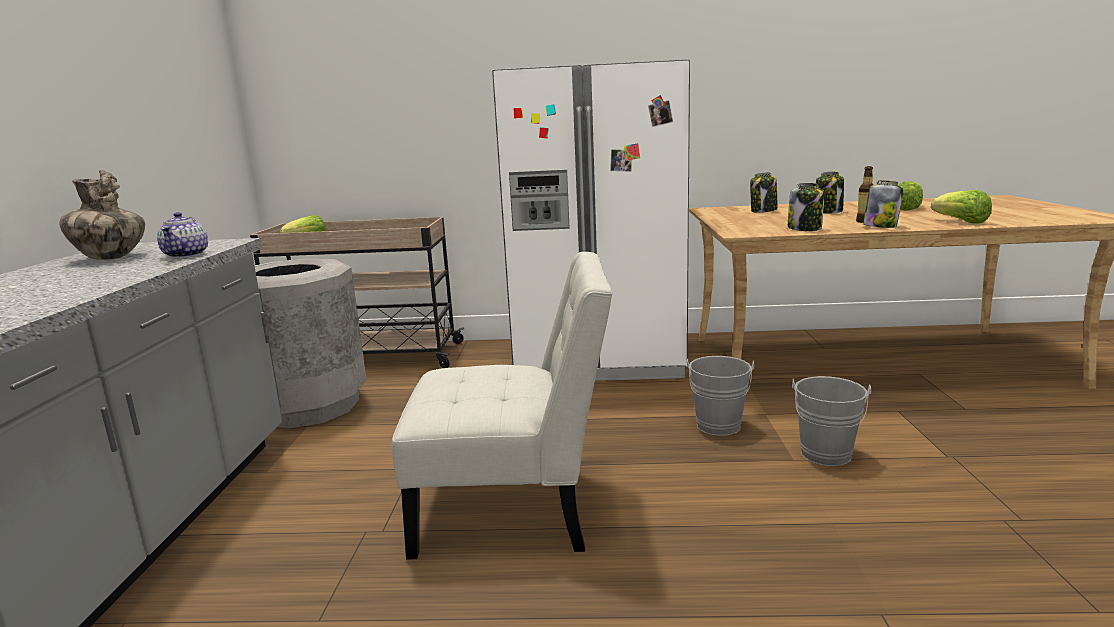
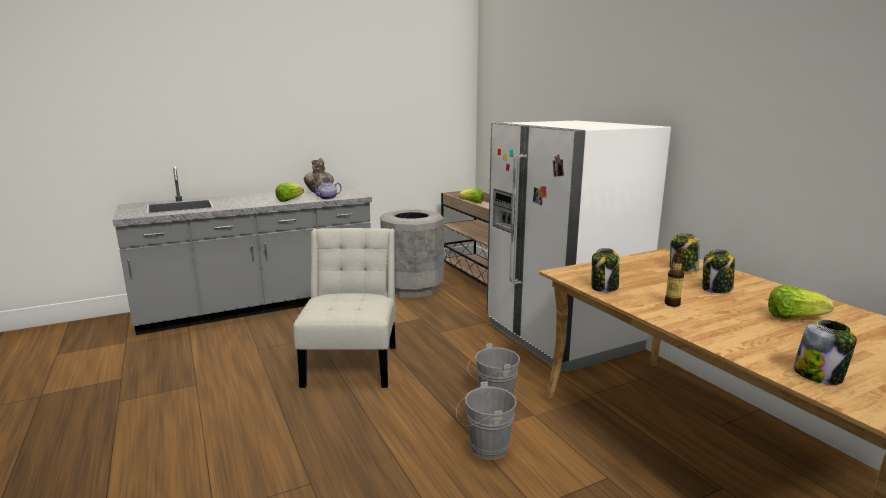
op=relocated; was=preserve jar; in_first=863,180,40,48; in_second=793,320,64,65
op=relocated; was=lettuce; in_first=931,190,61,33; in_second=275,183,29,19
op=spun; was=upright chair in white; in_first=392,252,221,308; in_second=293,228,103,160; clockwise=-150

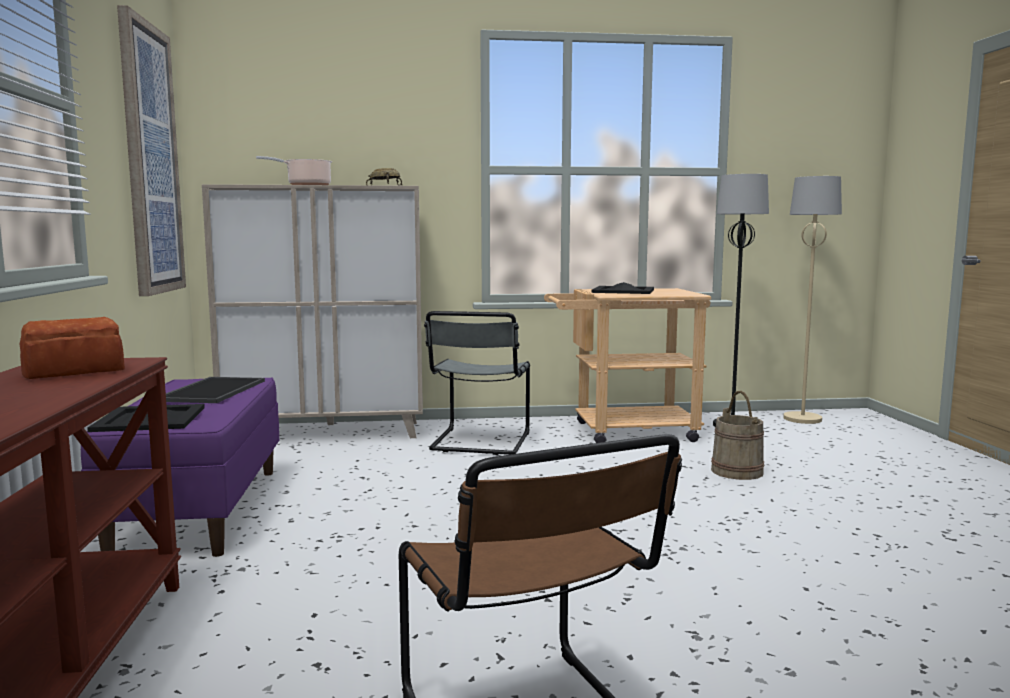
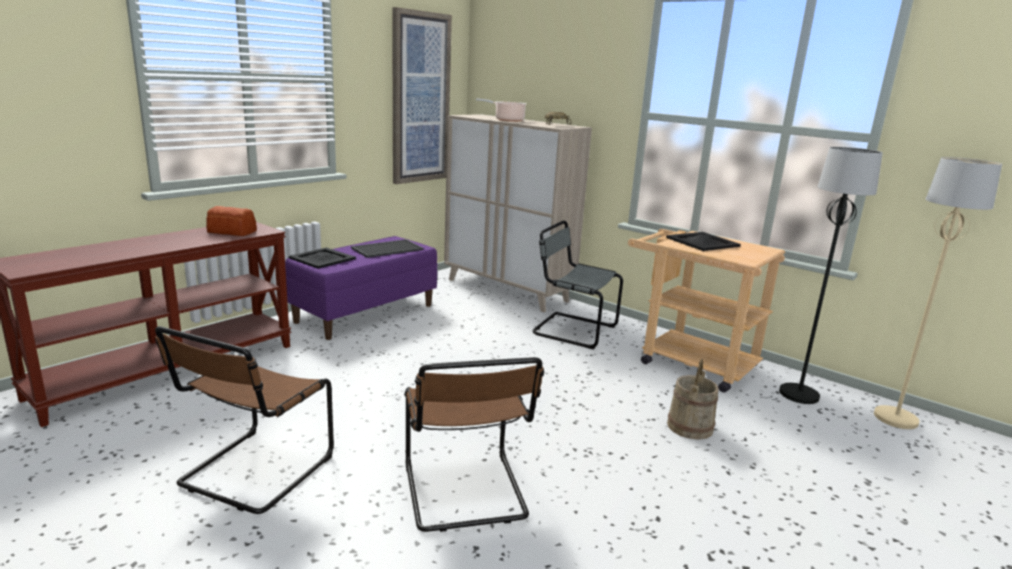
op=spun; was=upright chair in greyish; in_first=424,311,106,144; in_second=533,221,90,128; clockwise=60
op=appeared; now=upright chair in brown; in_second=404,357,140,175

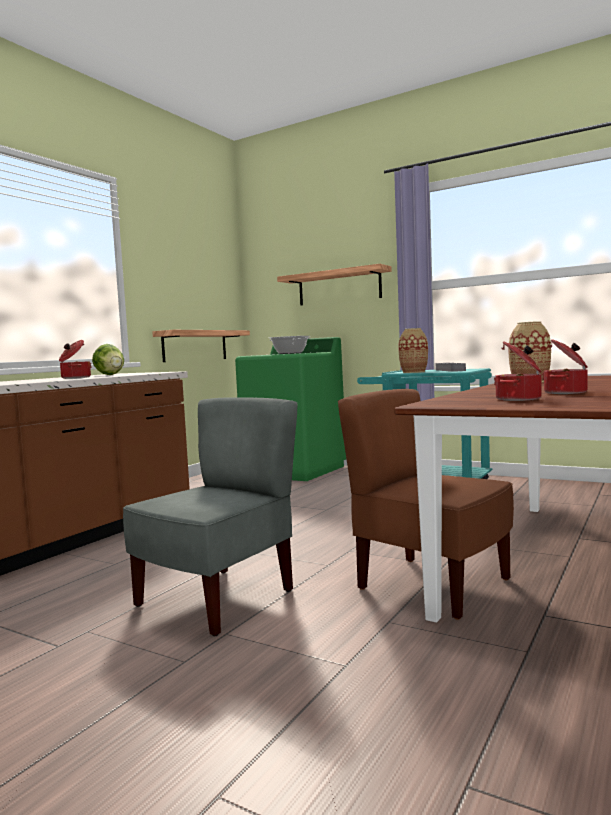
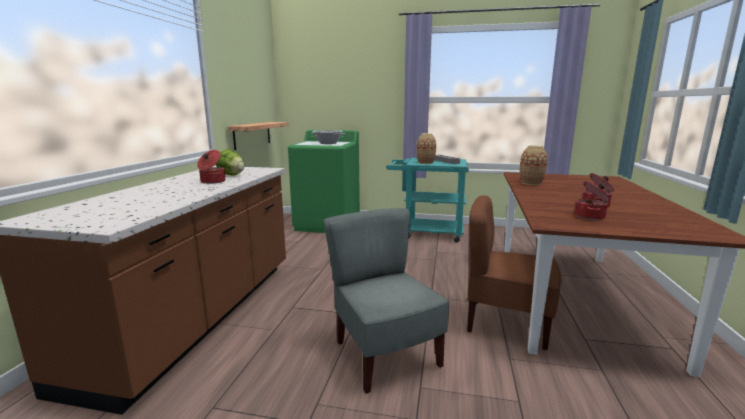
op=missing; was=shelf; in_first=277,264,115,41
op=spun; was=upright chair in greyish; in_first=123,397,175,239; in_second=324,208,125,186; clockwise=-45

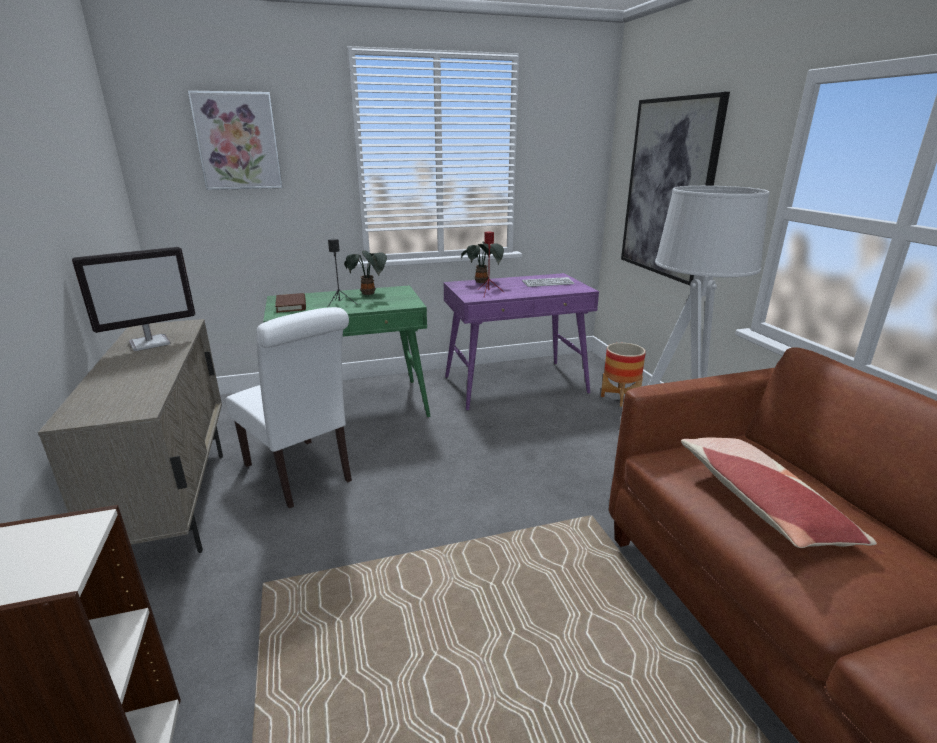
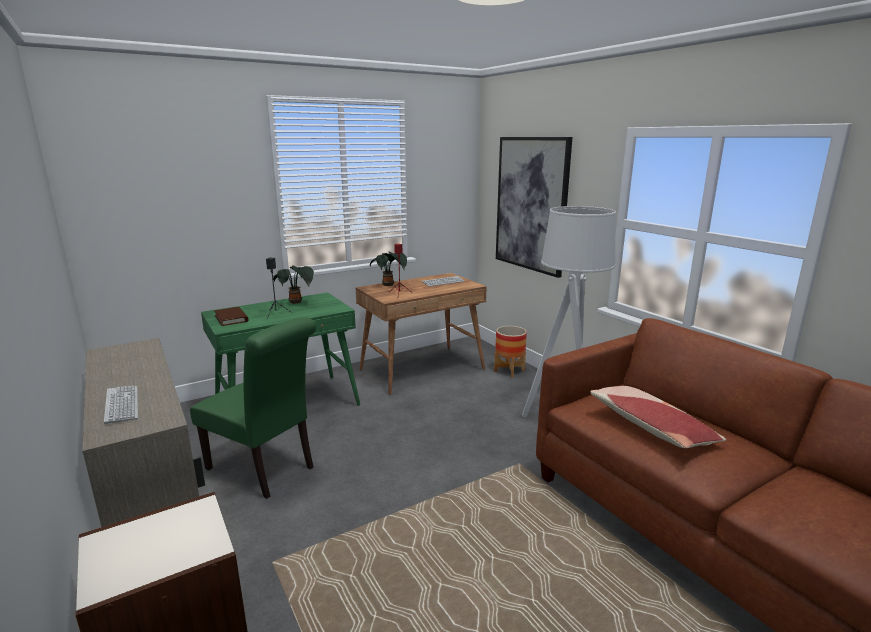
op=missing; was=picture; in_first=188,90,95,100
op=missing; was=monitor; in_first=72,247,123,104
op=colour; was=desk in purple; now=desk in brown; in_first=443,273,156,138; in_second=355,273,132,123
op=colour; was=upright chair in white; now=upright chair in green; in_first=226,307,126,202; in_second=190,317,126,182
op=appeared; now=computer keyboard; in_second=104,386,34,38

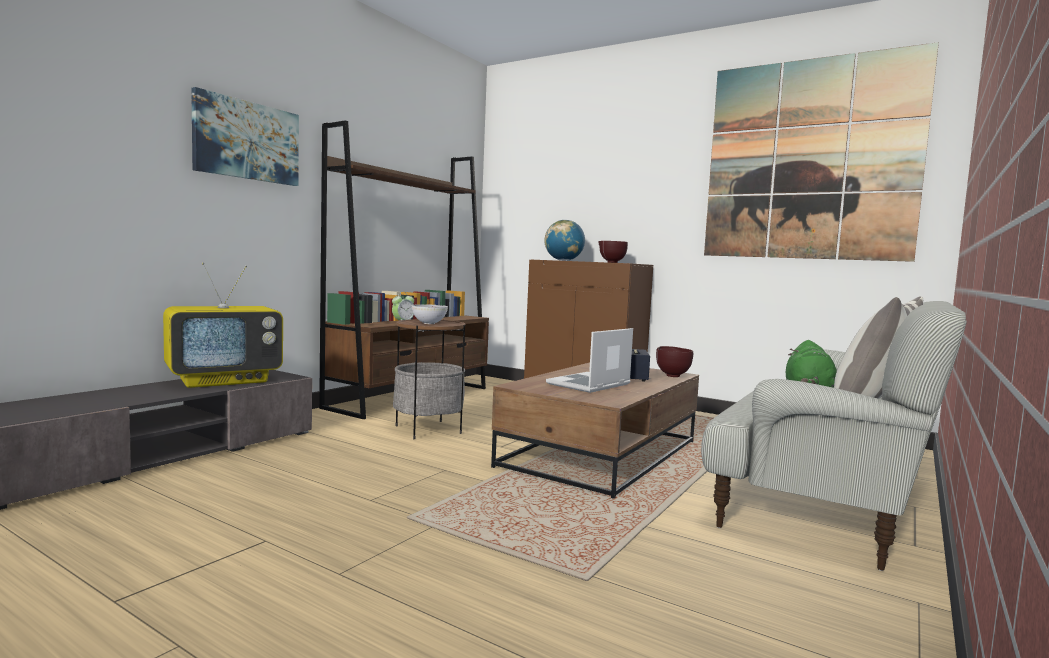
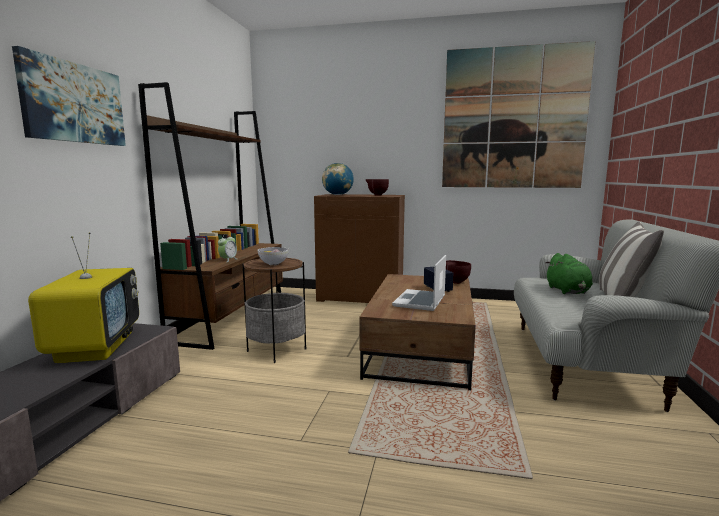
op=spun; was=television; in_first=163,263,120,125; in_second=28,232,111,131; clockwise=-45

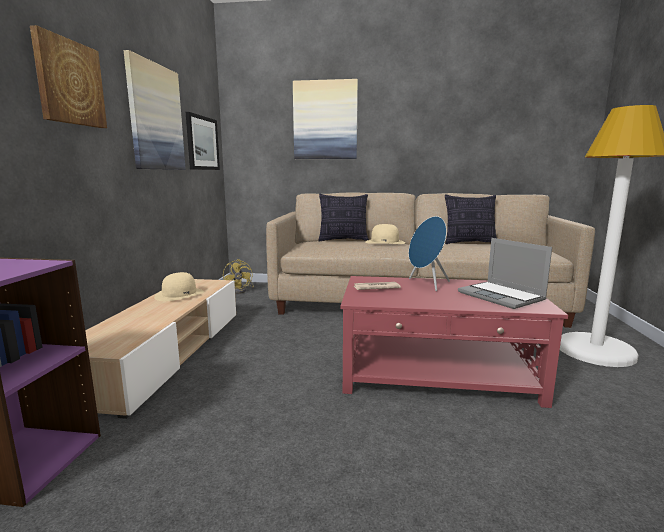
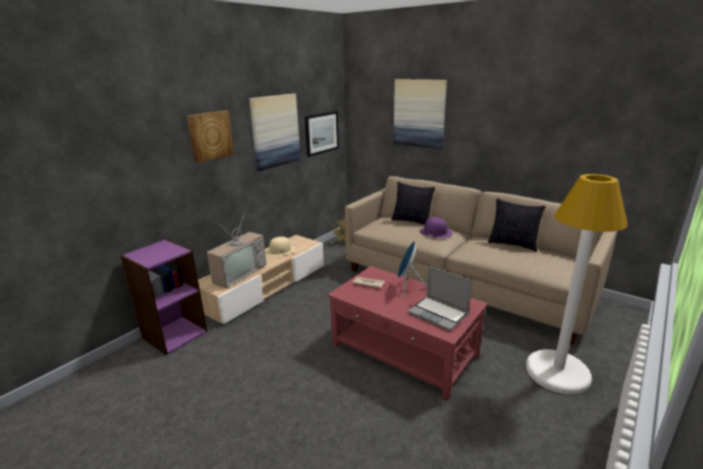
op=colour; was=wearable hat in beige; now=wearable hat in purple; in_first=365,224,40,20; in_second=419,217,33,21
op=spun; was=notebook computer; in_first=458,238,94,71; in_second=407,266,65,65; clockwise=-45
op=appeared; now=television; in_second=207,210,60,78

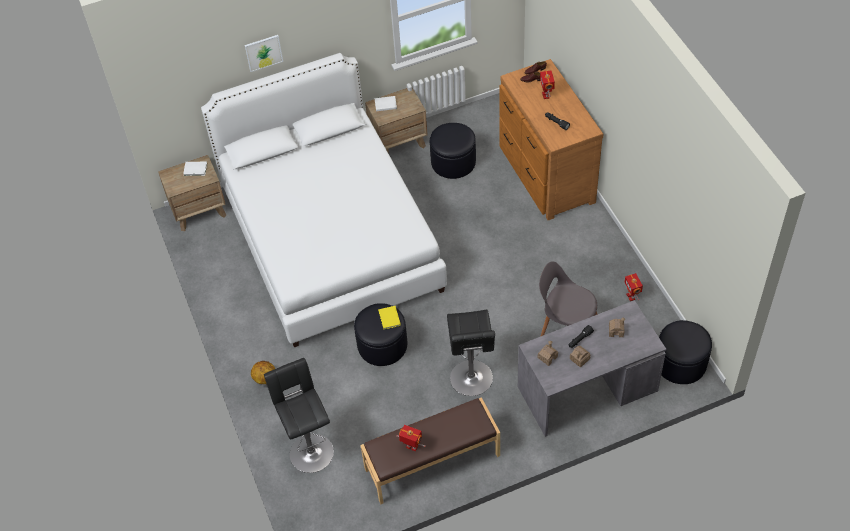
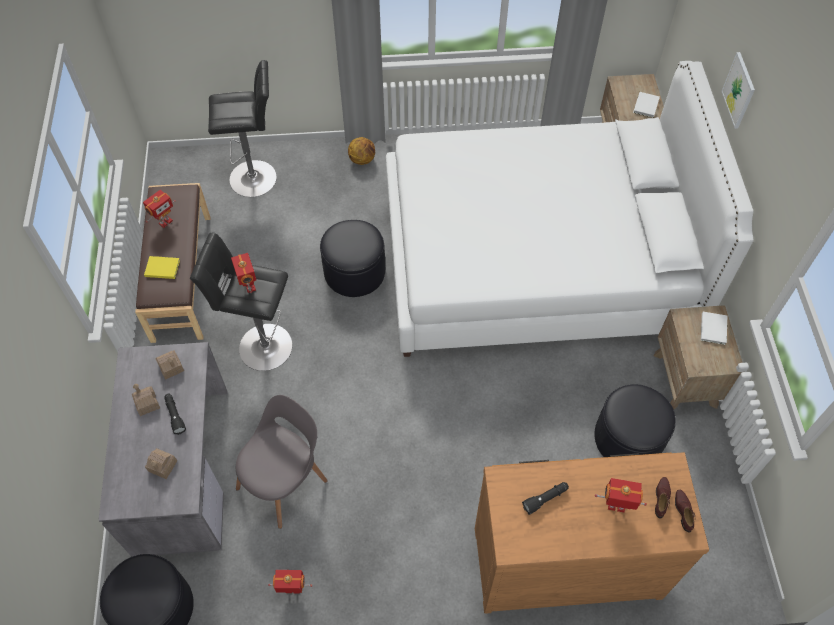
op=relocated; was=book in yellow-coloured; in_first=378,306,23,24; in_second=144,256,36,23
op=appeared; now=model robot; in_second=231,253,25,40

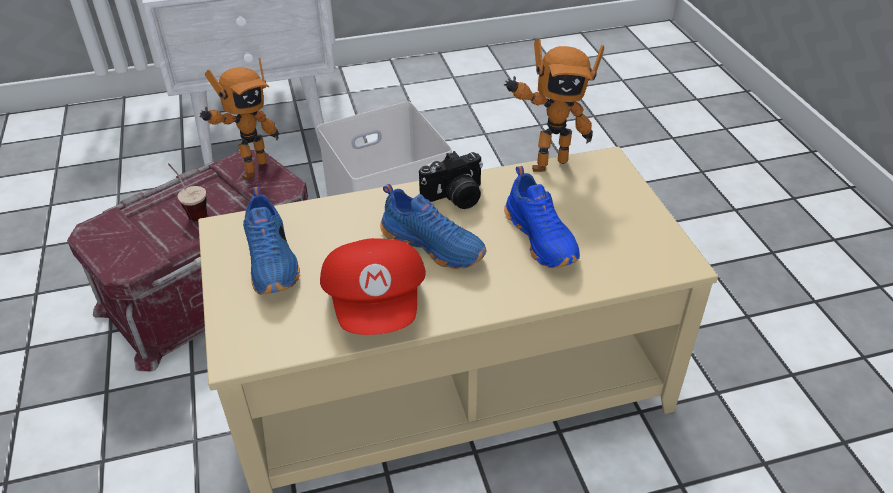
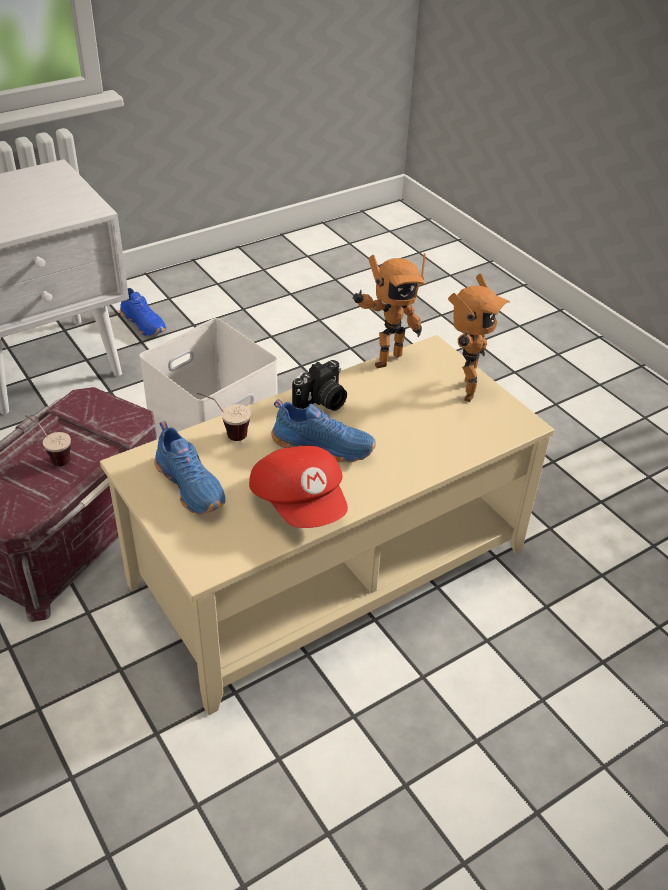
op=relocated; was=model robot; in_first=199,58,80,122; in_second=448,273,62,129
op=relocated; was=shoe in bluish; in_first=504,166,76,102; in_second=120,288,46,48
op=appeared; now=small cup; in_second=197,392,54,49

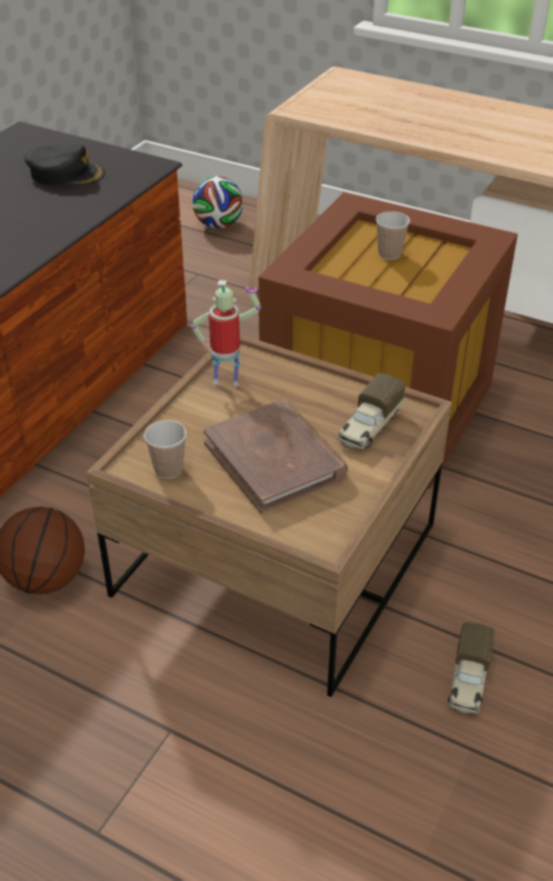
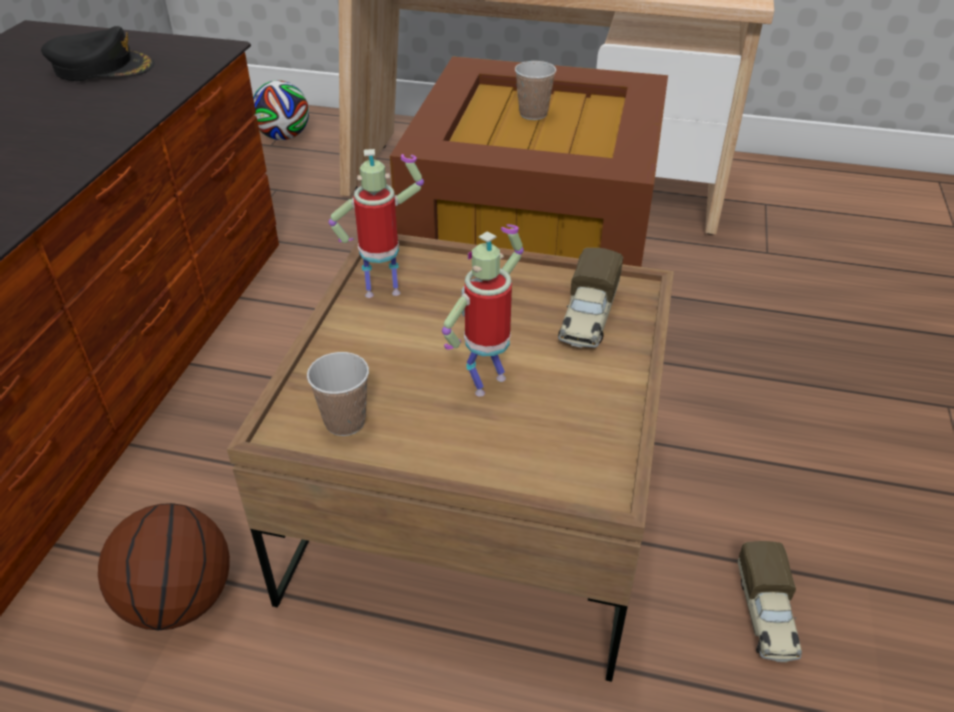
op=exchanged; was=book in brown; now=model robot; in_first=203,399,145,115; in_second=442,224,82,173

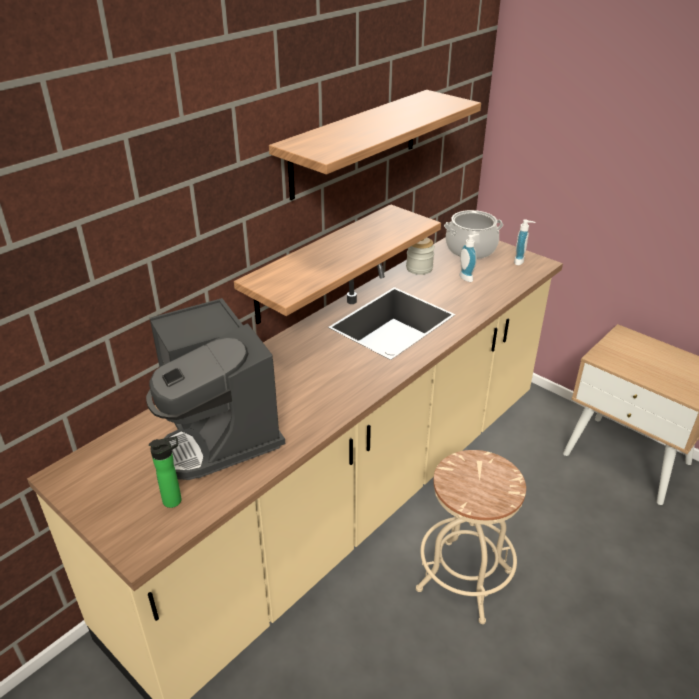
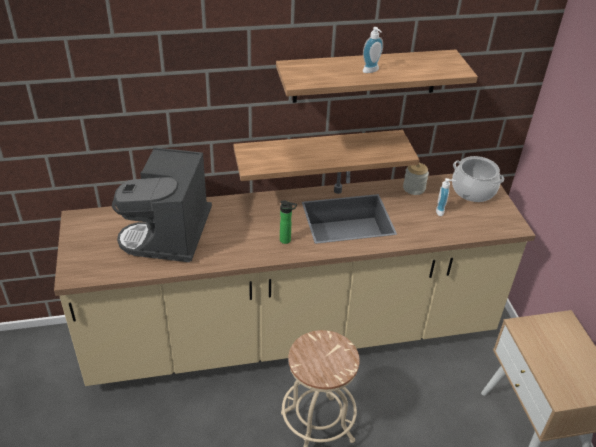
op=relocated; was=soap bottle; in_first=514,219,21,46; in_second=363,27,20,46
op=relocated; was=drink bottle; in_first=149,436,33,72; in_second=280,200,17,44

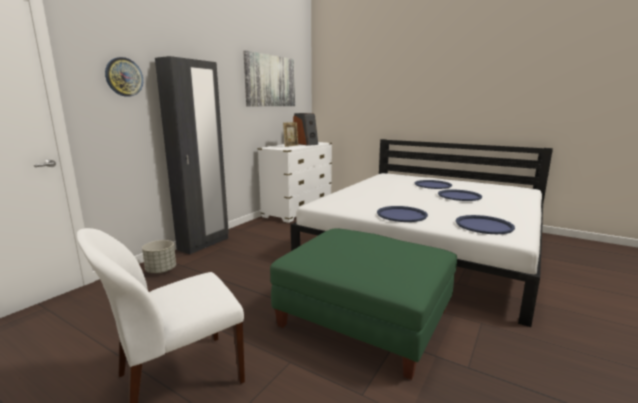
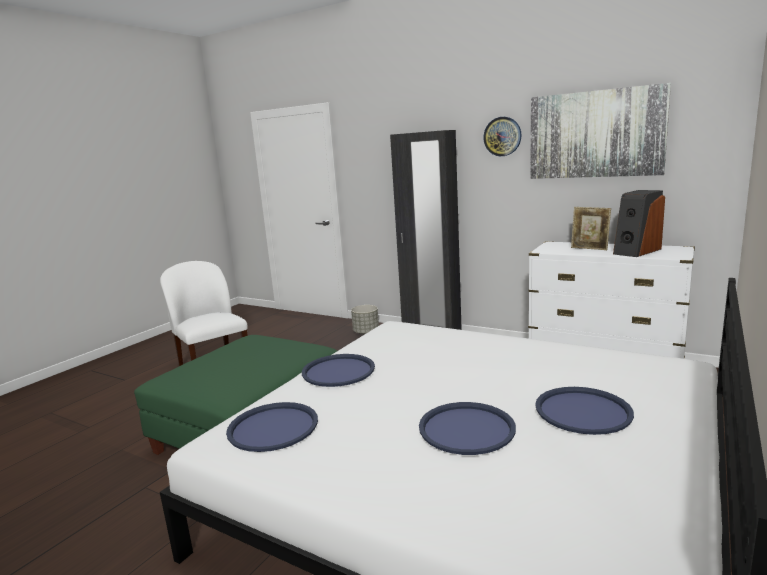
op=relocated; was=wall clock; in_first=105,57,38,40; in_second=483,117,39,39

